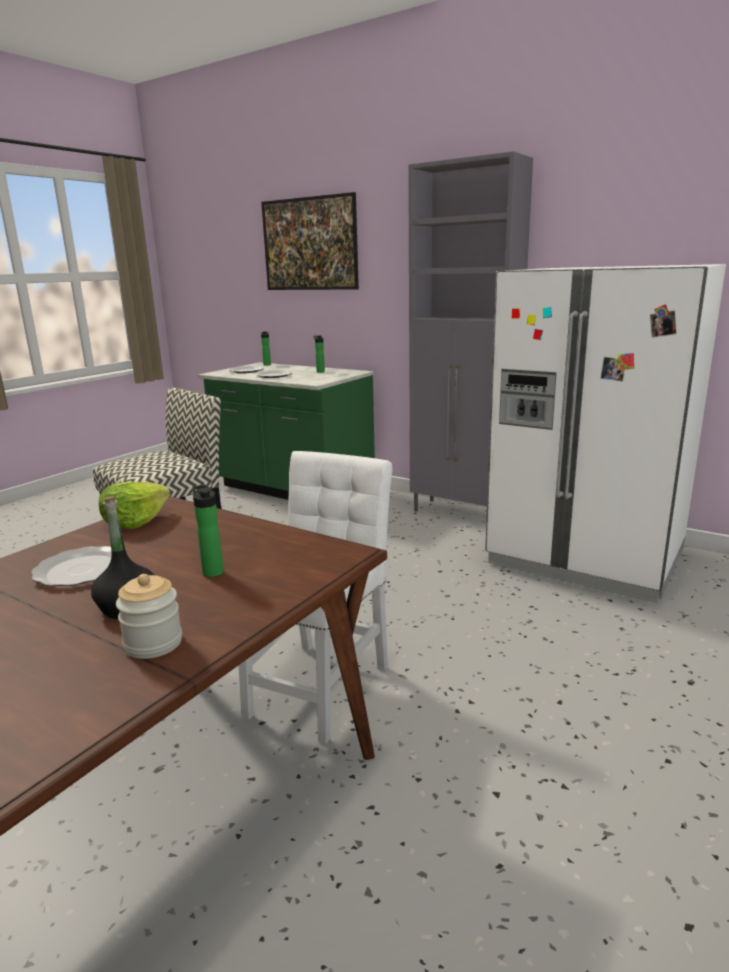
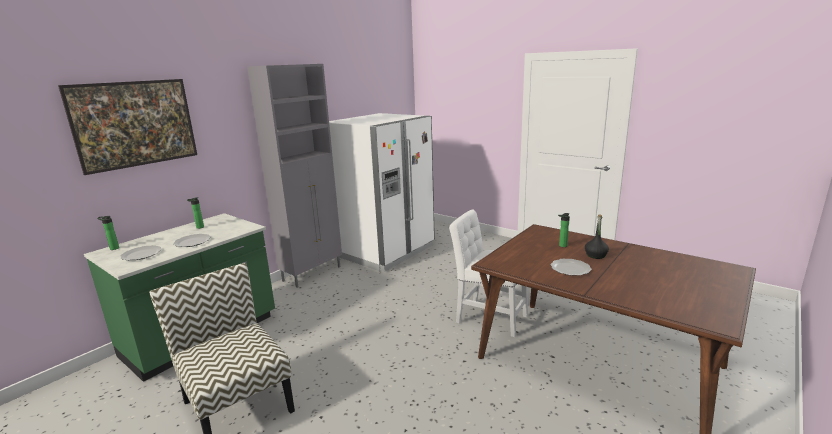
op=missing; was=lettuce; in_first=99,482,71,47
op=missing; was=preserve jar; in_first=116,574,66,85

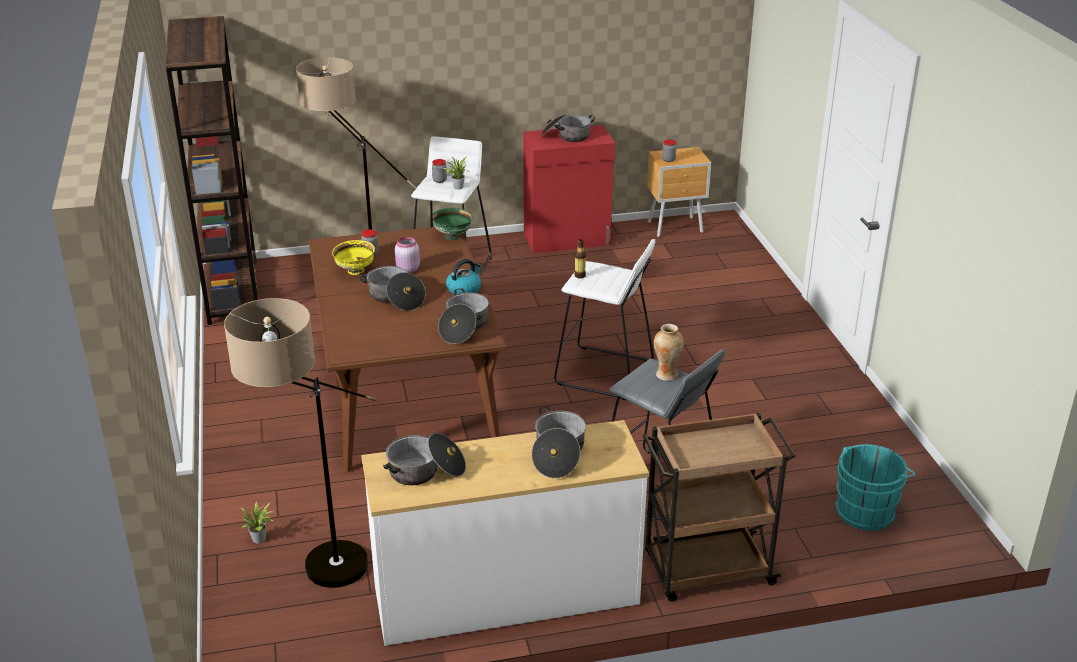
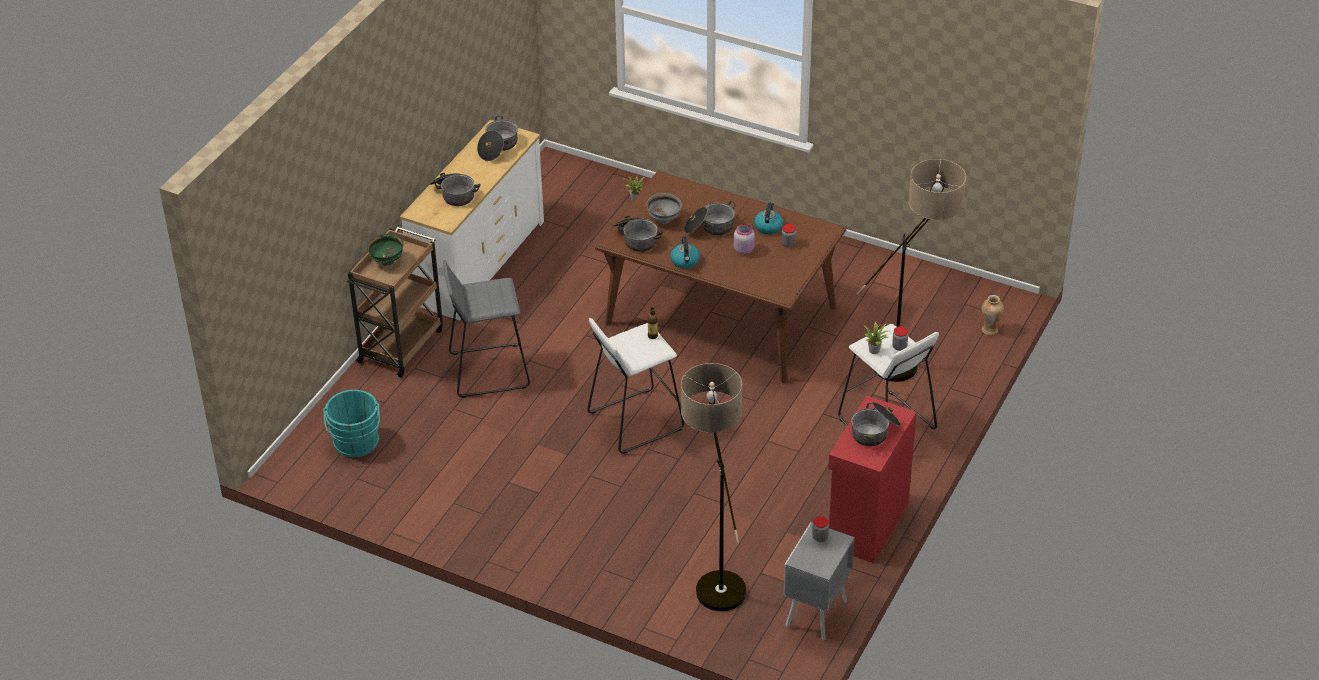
op=missing; was=shelving unit in brown; in_first=165,16,94,309
op=colour; was=nightstand in brown; now=nightstand in greyish; in_first=647,147,64,90; in_second=783,522,72,118
op=relocated; was=deep dish in green; in_first=432,208,41,32; in_second=367,234,37,32
op=exchanged; was=deep dish in yellow-coloured; now=kettle; in_first=332,240,43,35; in_second=754,203,29,31
op=relocated; was=standard lamp; in_first=224,298,152,290; in_second=681,363,65,248
op=relocated; was=vase; in_first=654,324,29,57; in_second=982,295,22,40
op=appeared; now=deep dish in greyish; in_second=647,193,35,31

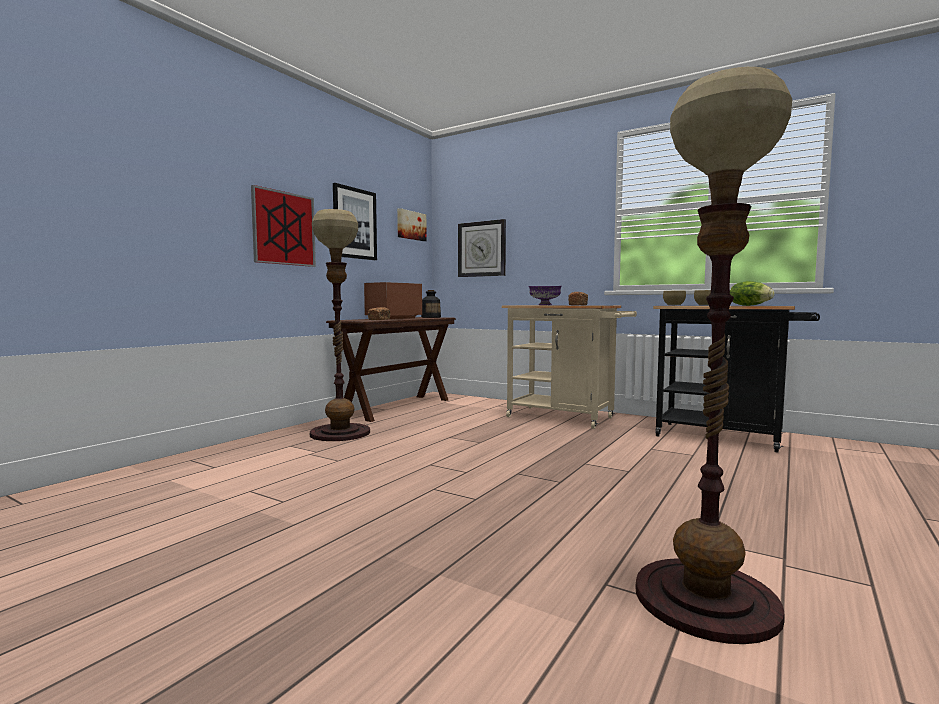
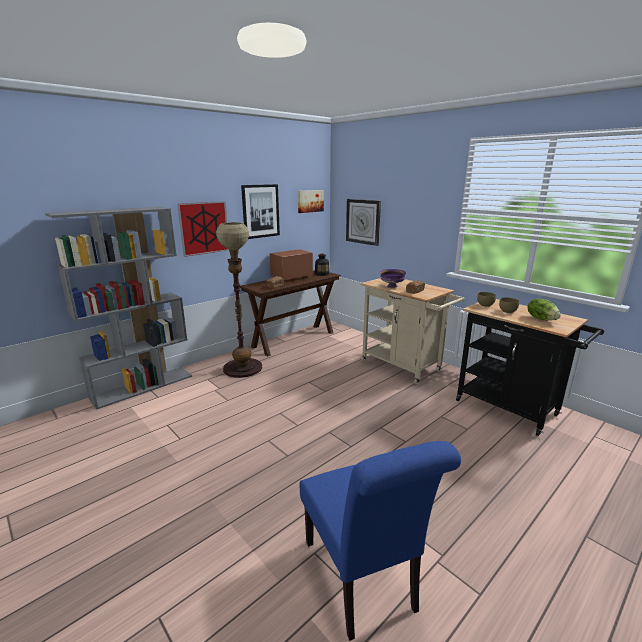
op=exchanged; was=standard lamp; now=upright chair in bluish; in_first=635,67,157,577; in_second=300,441,161,200
op=appeared; now=shelving unit in greyish; in_second=45,207,147,203

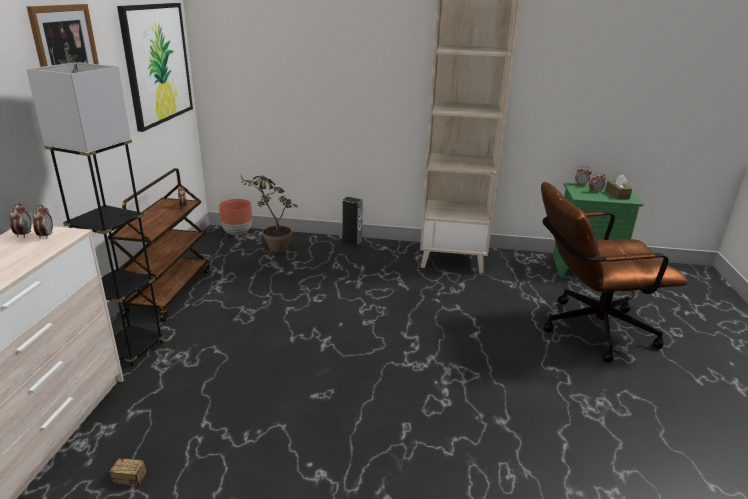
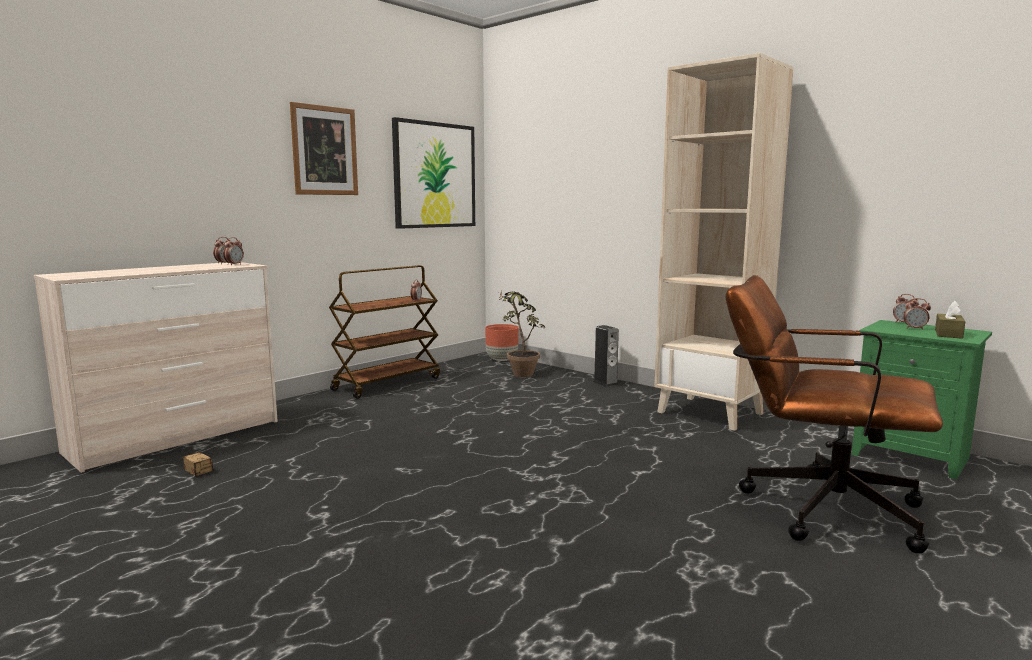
op=missing; was=standard lamp in greyish; in_first=26,62,139,305

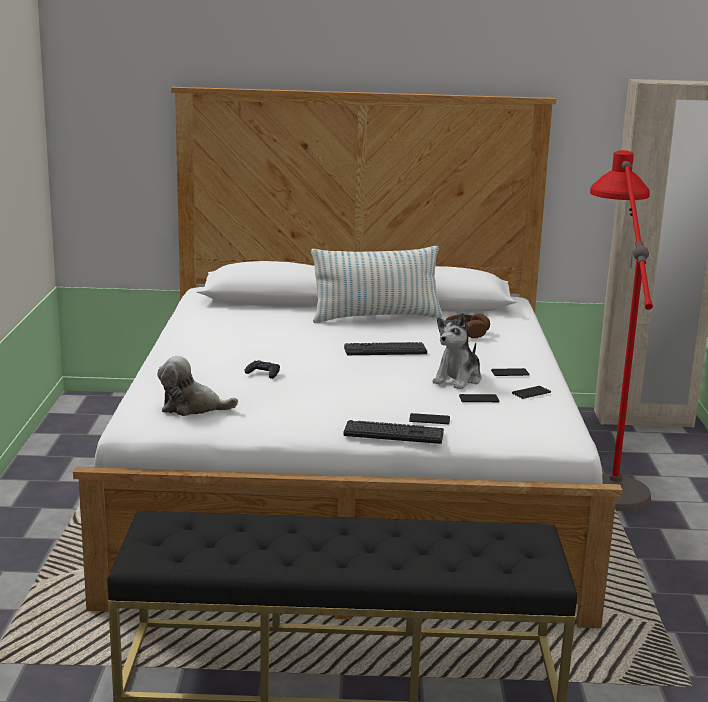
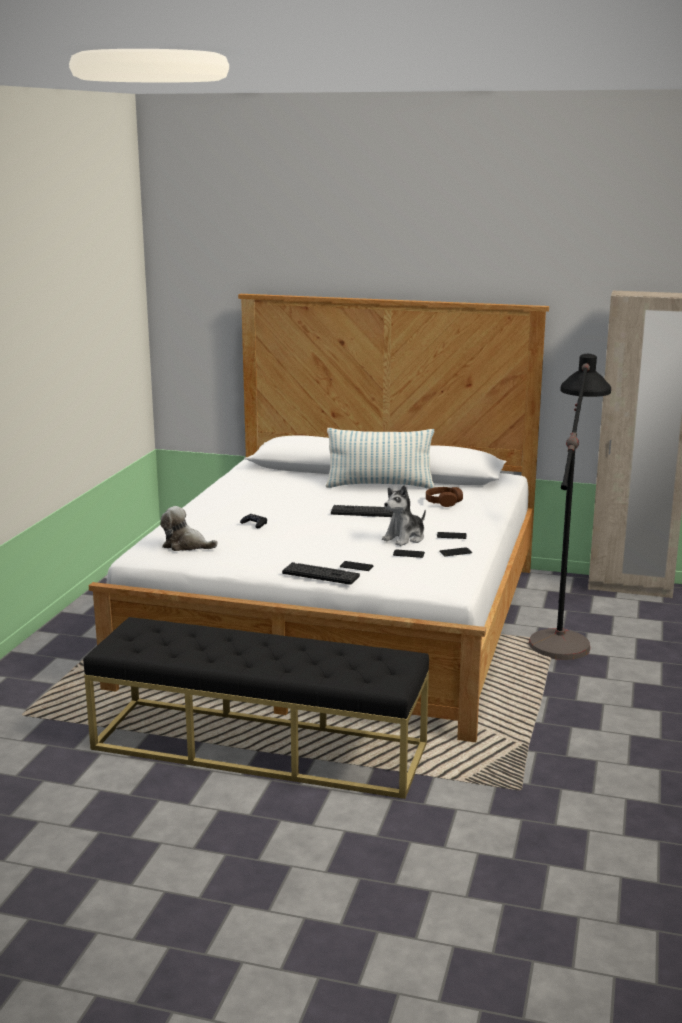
op=colour; was=standard lamp in red; now=standard lamp in black; in_first=590,150,63,361; in_second=529,354,82,306

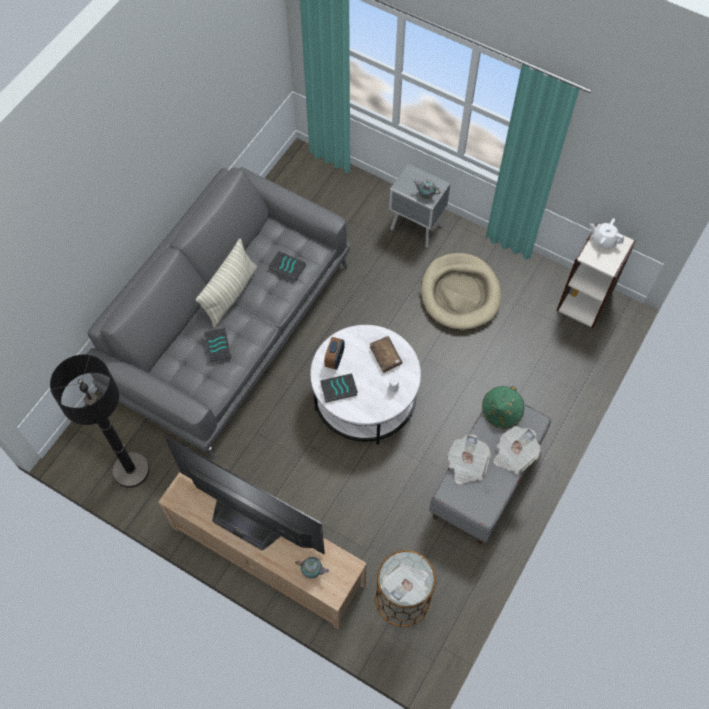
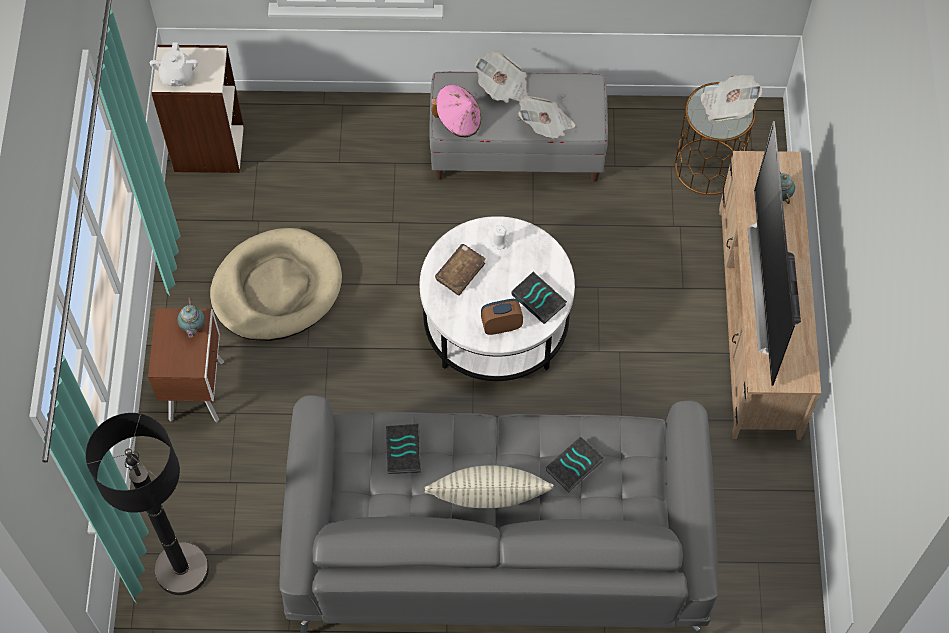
op=colour; was=nightstand in greyish; now=nightstand in brown; in_first=389,164,61,83; in_second=148,308,76,114
op=relocated; was=standard lamp in black; in_first=50,354,100,134; in_second=86,413,123,182
op=colour; was=wearable hat in green; now=wearable hat in pink; in_first=482,386,42,43; in_second=432,85,49,53

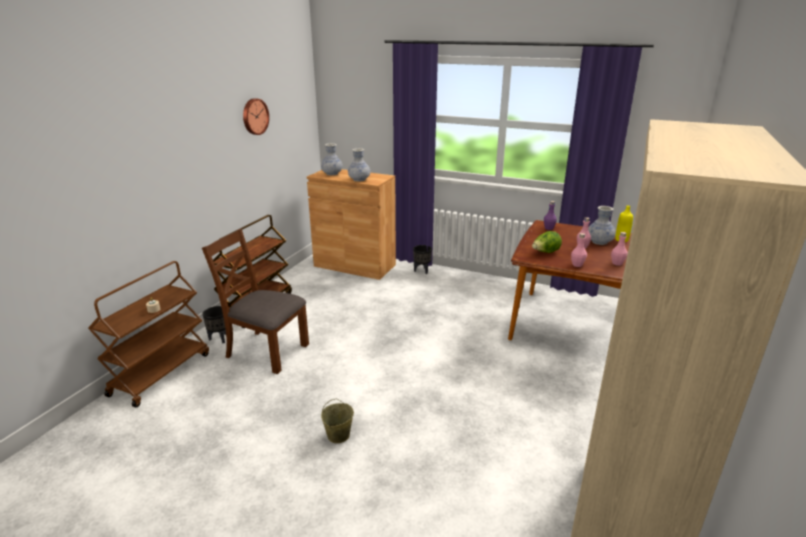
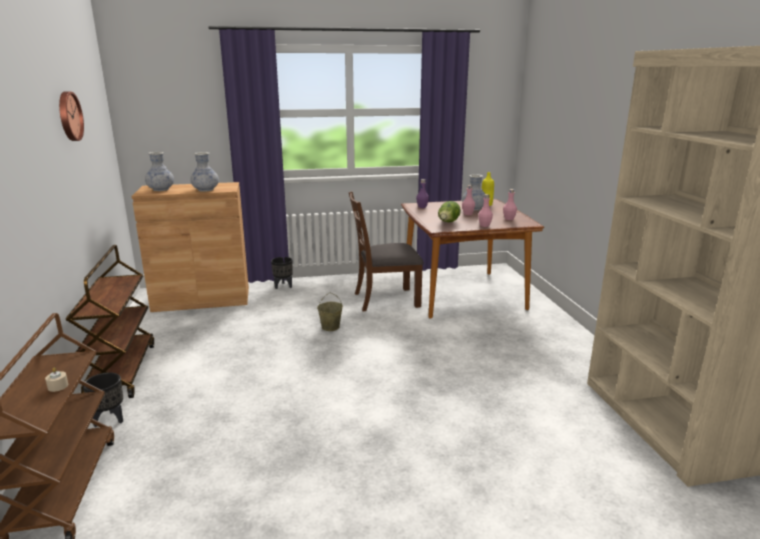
op=relocated; was=upright chair in brown; in_first=202,229,107,145; in_second=349,191,75,120
op=relocated; was=water bucket in beige; in_first=321,399,33,44; in_second=317,293,26,38

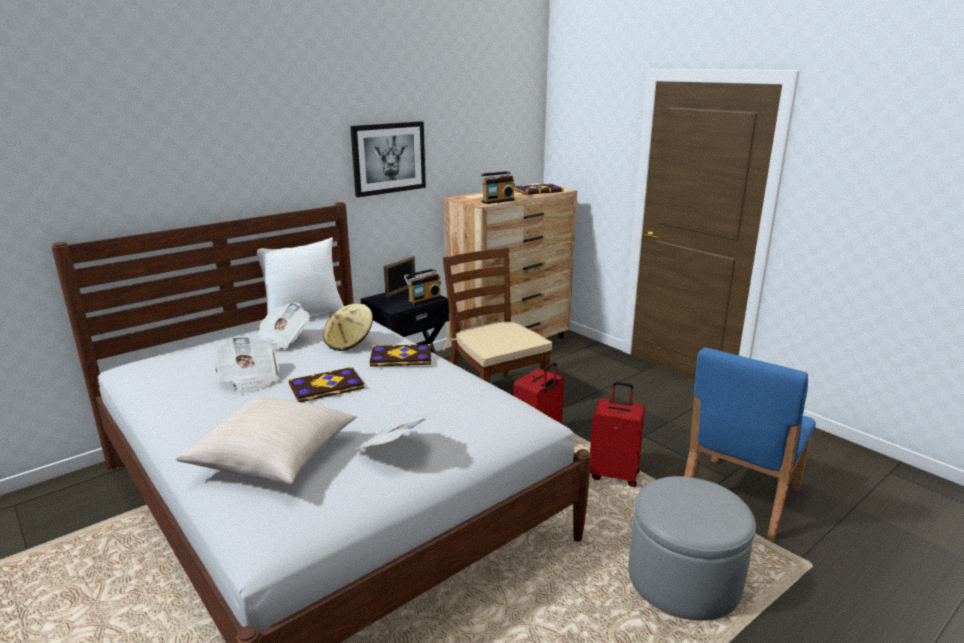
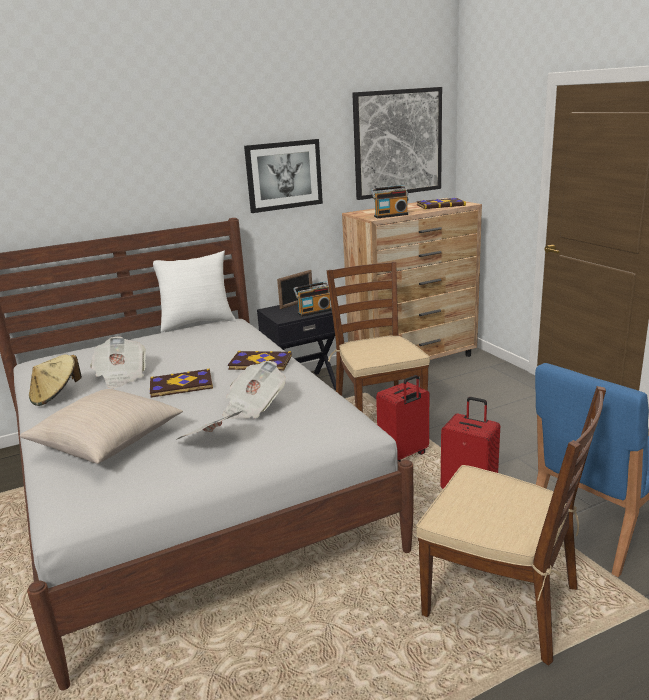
op=relocated; was=newspaper; in_first=257,302,53,48; in_second=223,361,63,58
op=relocated; was=wearable hat in beige; in_first=323,304,50,47; in_second=29,355,53,51
op=exchanged; was=pouffe in greyish; now=upright chair in brown; in_first=628,476,128,145; in_second=416,386,190,280
op=appeared; now=picture; in_second=352,87,90,113

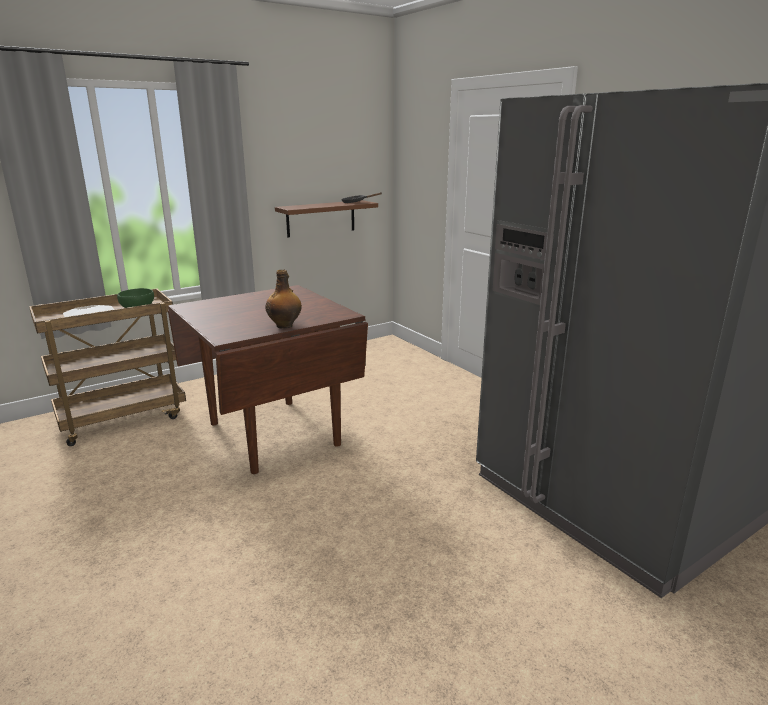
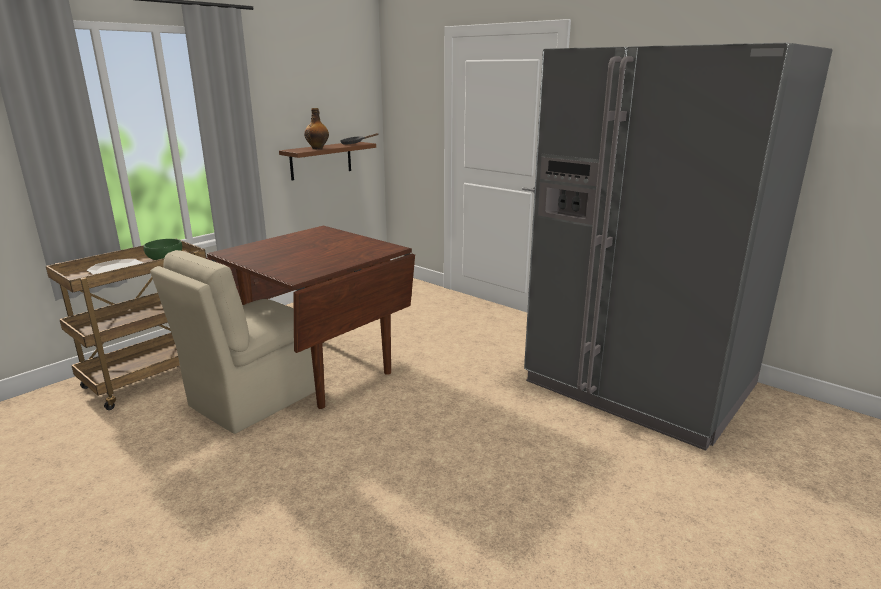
op=relocated; was=drink bottle; in_first=265,270,37,59; in_second=304,108,25,41
op=appeared; now=upright chair in beige; in_second=150,250,166,184

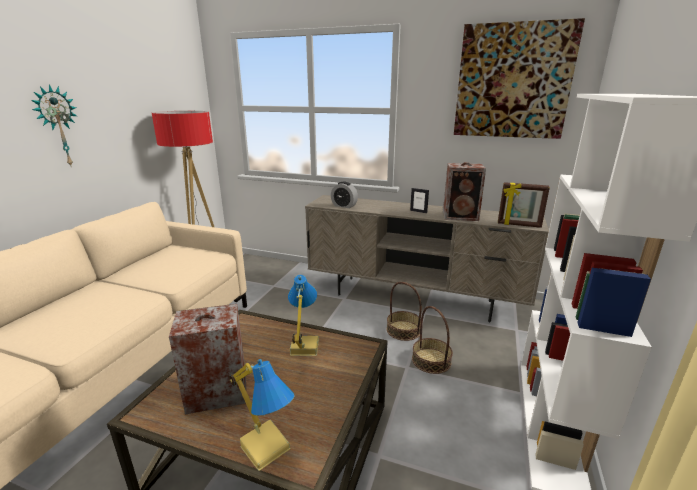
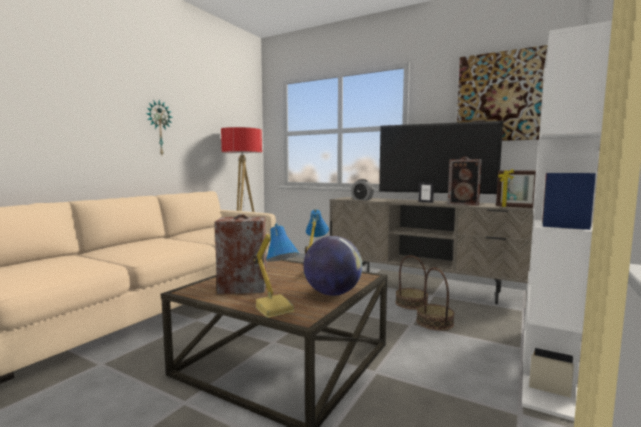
op=appeared; now=television; in_second=379,121,124,76
op=appeared; now=world globe; in_second=303,236,60,60

